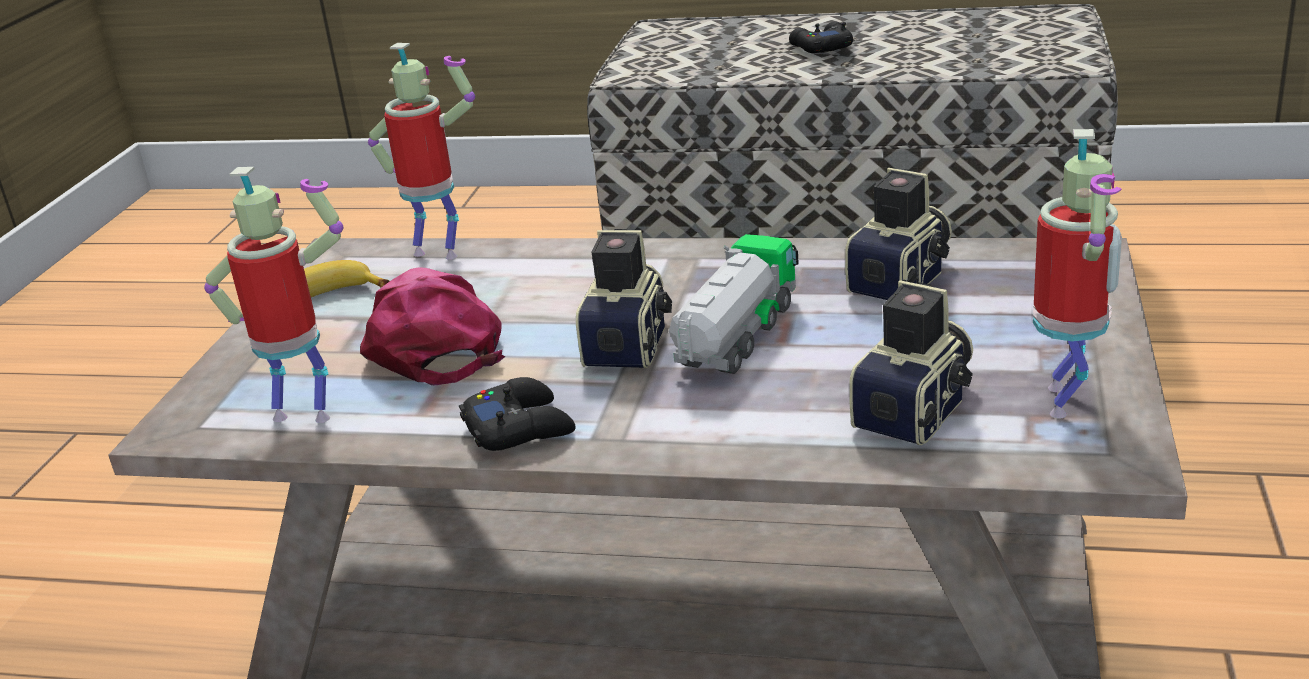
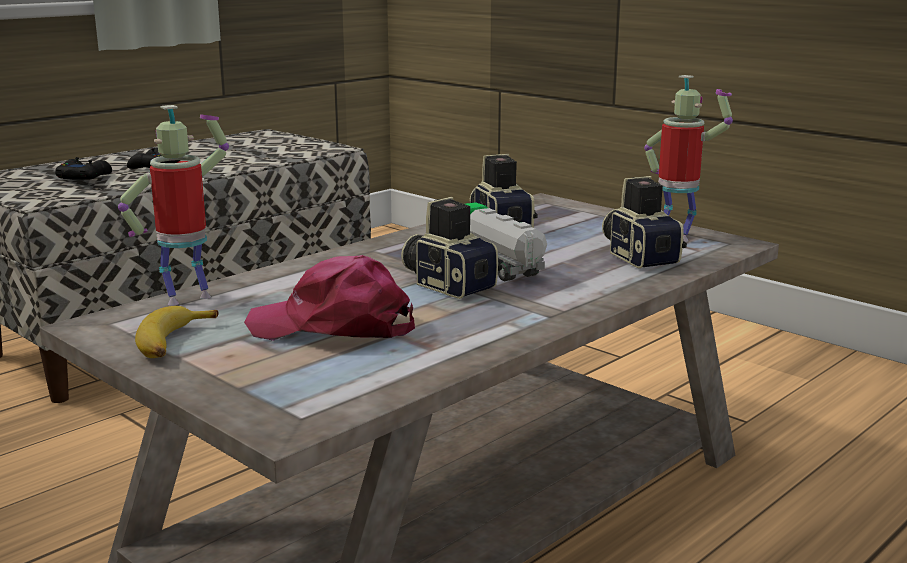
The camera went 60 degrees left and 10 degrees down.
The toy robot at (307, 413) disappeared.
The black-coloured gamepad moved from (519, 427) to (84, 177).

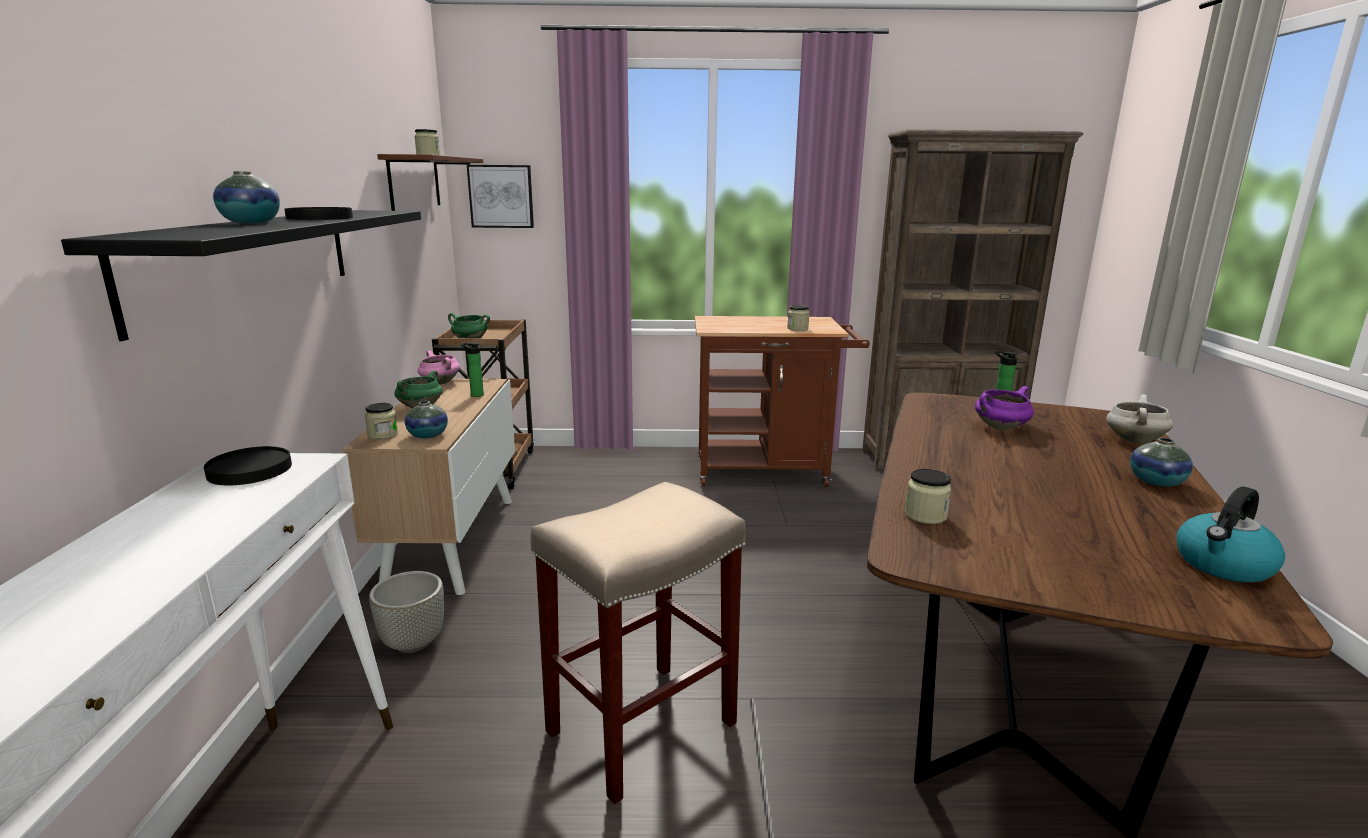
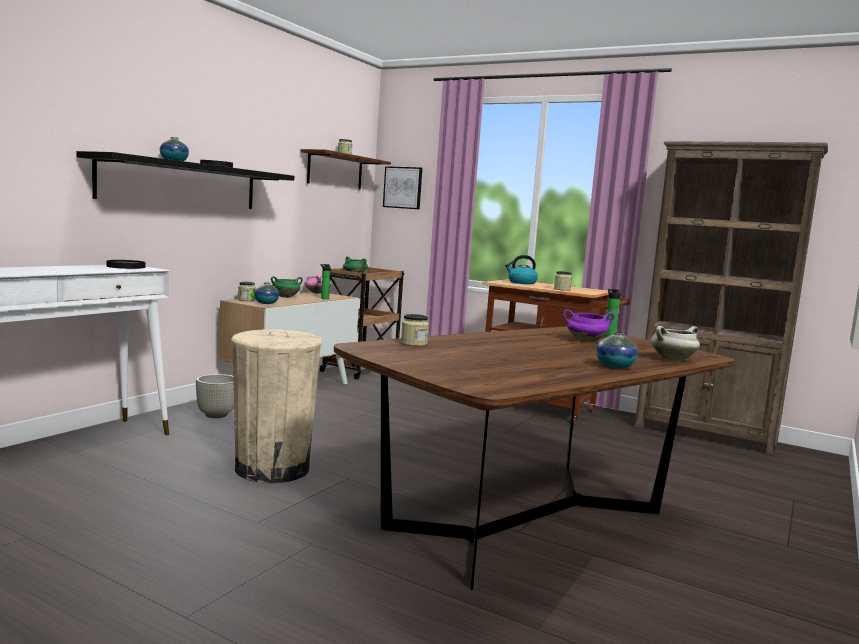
The camera went 30 degrees right and 10 degrees down.
The water kettle moved from (1223, 565) to (521, 283).
The sand-coloured sitting stool at (640, 729) was replaced by the sand-coloured waste bin at (272, 469).

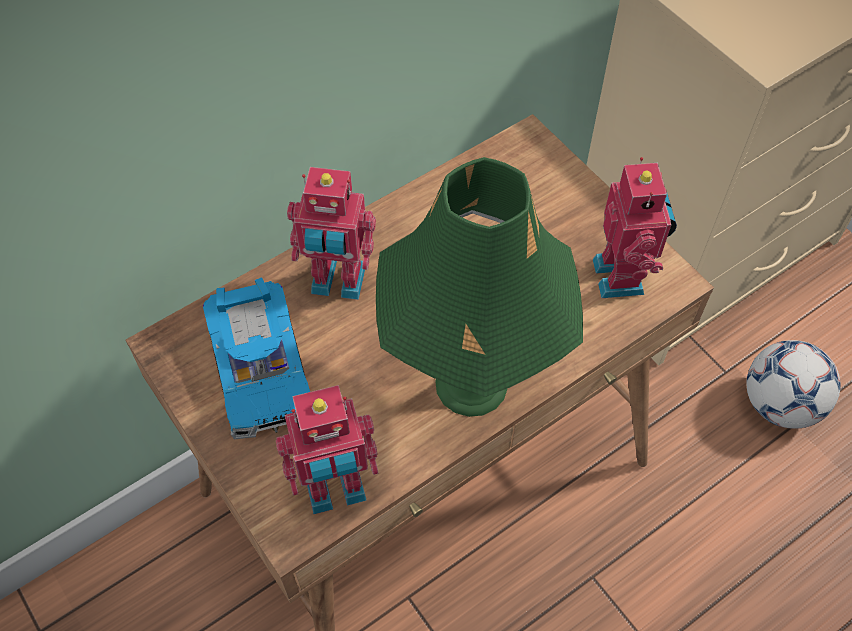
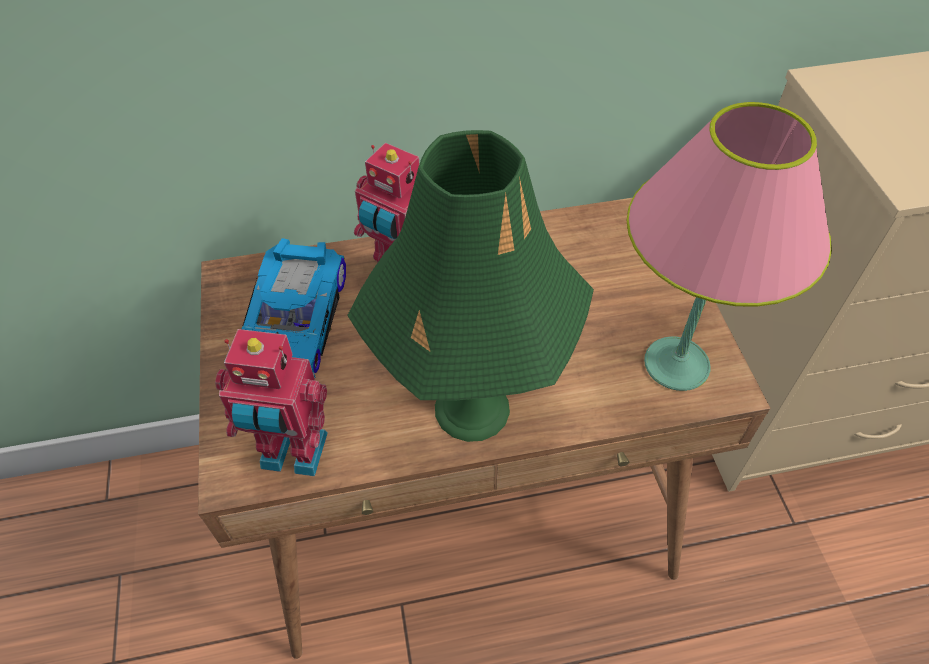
The camera went 25 degrees right and 5 degrees down.
The football ball at (779, 404) disappeared.
The toy robot at (622, 276) was replaced by the pink-coloured tabletop lamp at (676, 363).

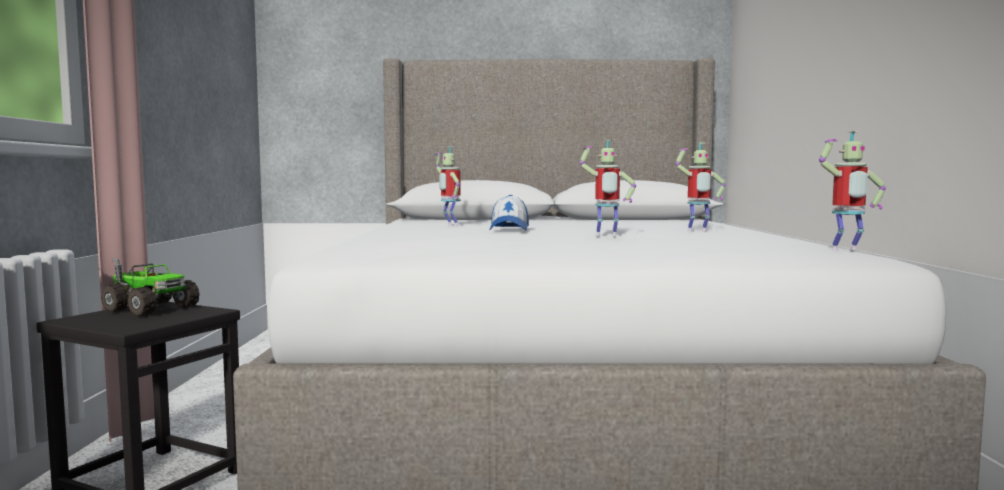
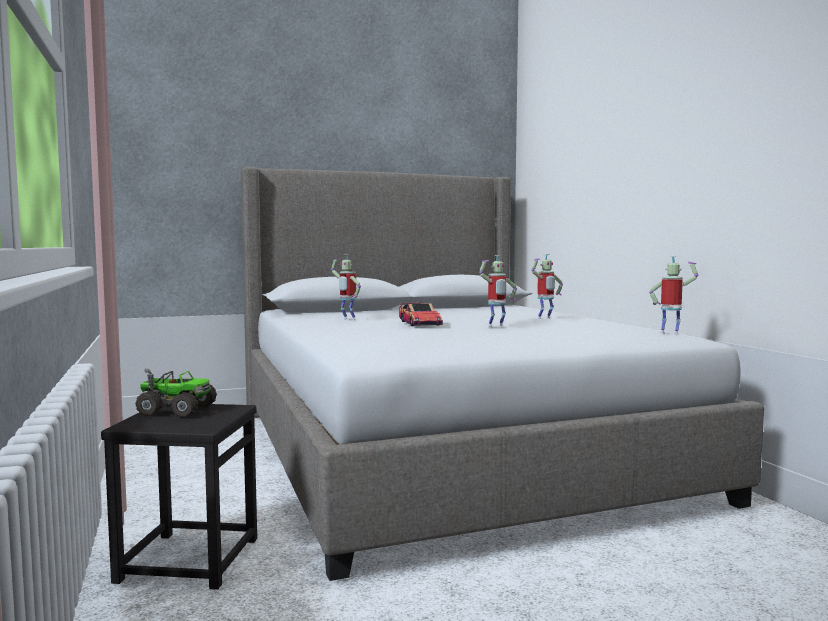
The camera went 20 degrees left and 0 degrees up.
The cap at (509, 229) was replaced by the miniature car at (420, 323).
The toy robot at (846, 250) turned 120 degrees counterclockwise.

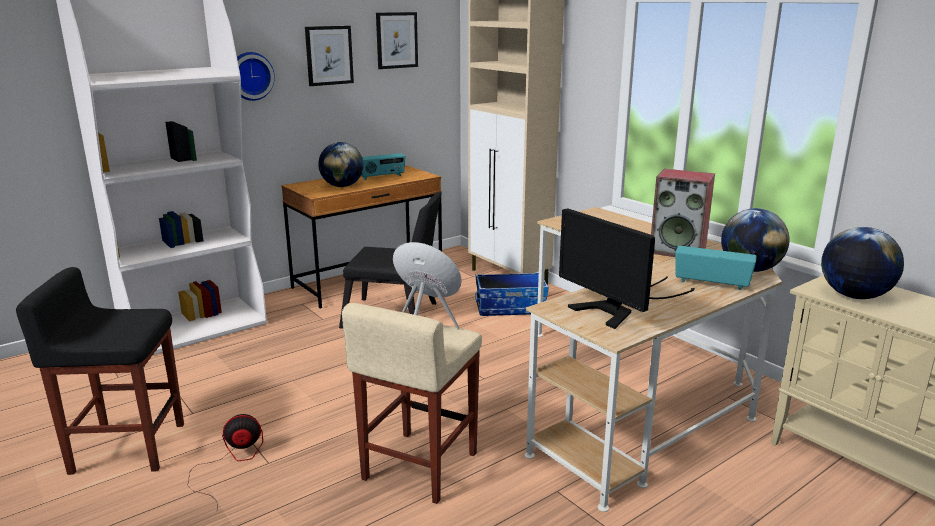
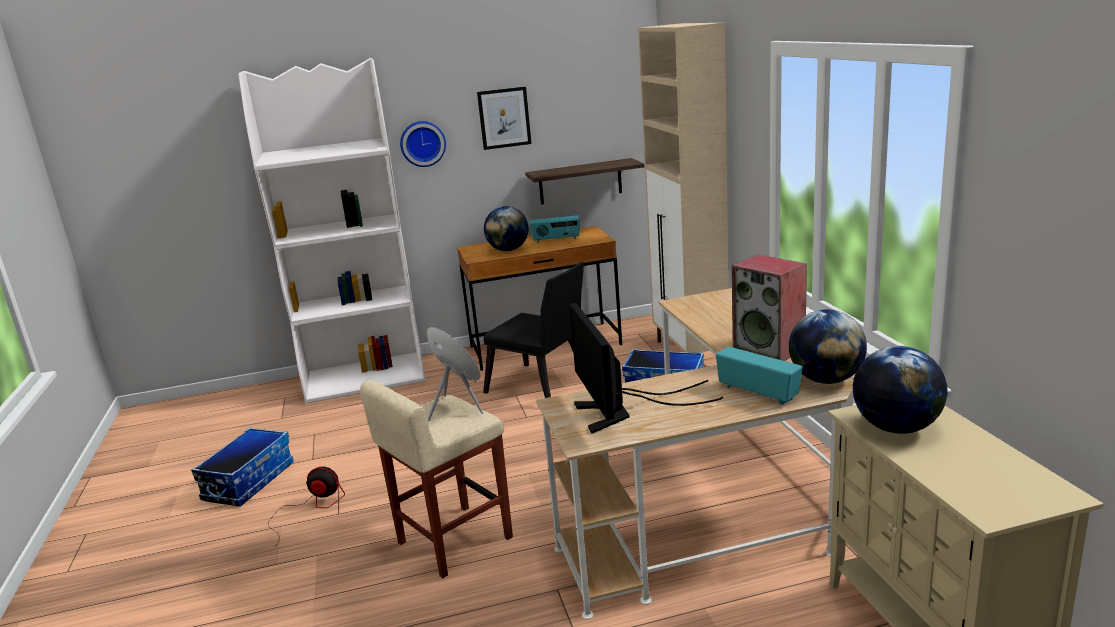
The camera went 25 degrees right and 0 degrees up.
The wall picture at (396, 40) disappeared.
The wall shelf at (580, 181) appeared.
The black-coloured sitting stool at (127, 448) was replaced by the storage bin at (248, 481).

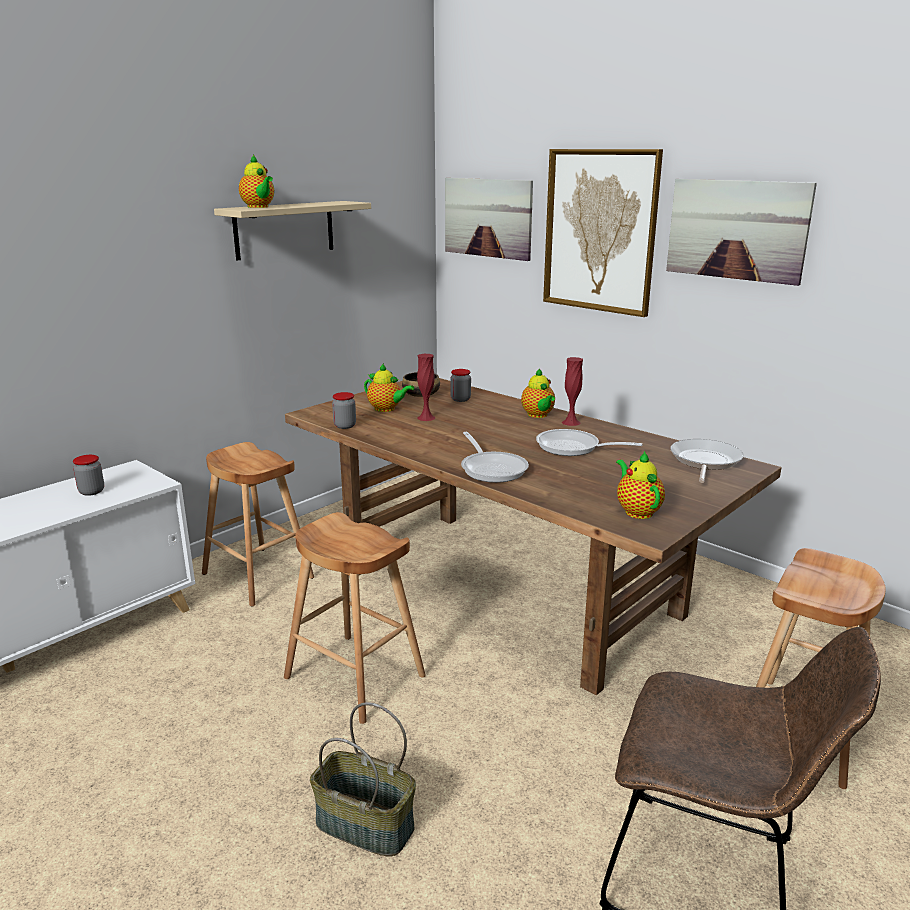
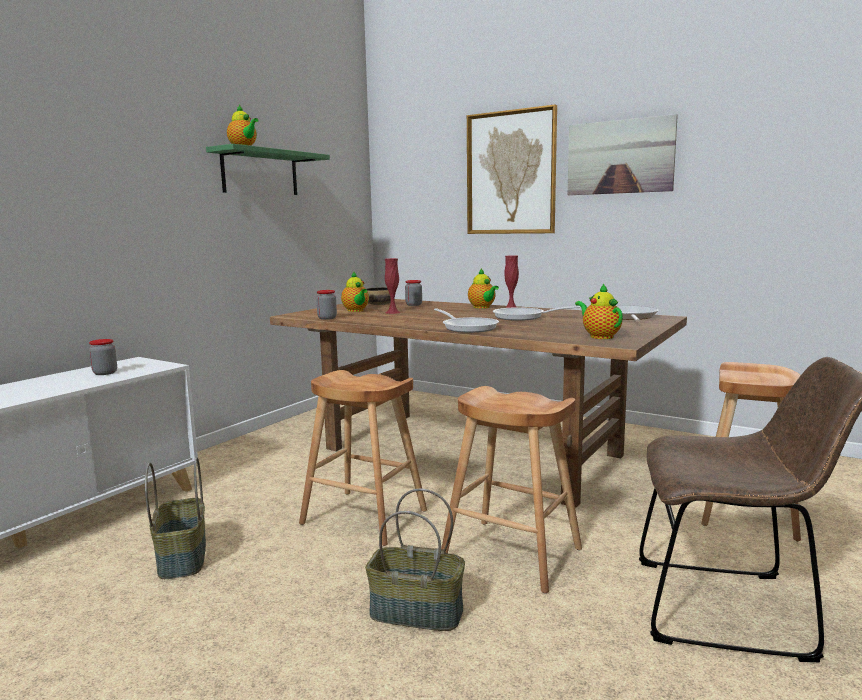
The camera went 10 degrees left and 10 degrees down.
The wall picture at (487, 218) disappeared.
The household basket at (181, 557) appeared.
The brown sitting stool moved from (258, 576) to (512, 554).
The sand-coloured wall shelf at (284, 229) became the greenish wall shelf at (260, 173).
The pot for tea at (386, 409) turned 45 degrees clockwise.

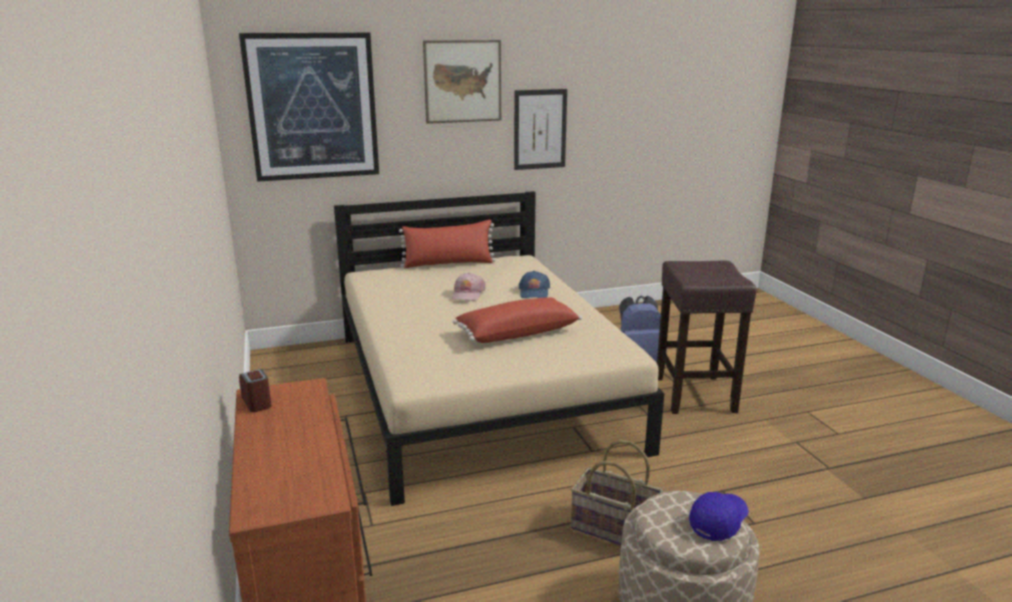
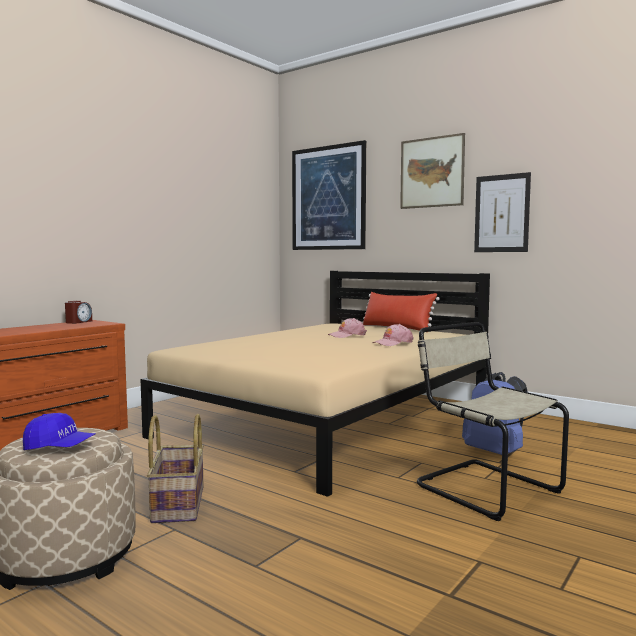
The camera went 55 degrees right and 15 degrees down.
The reddish cushion at (516, 333) disappeared.
The brown sitting stool at (693, 393) was replaced by the sand-coloured chair at (483, 487).
The blue-coloured cap at (534, 292) became the pink-coloured cap at (393, 343).

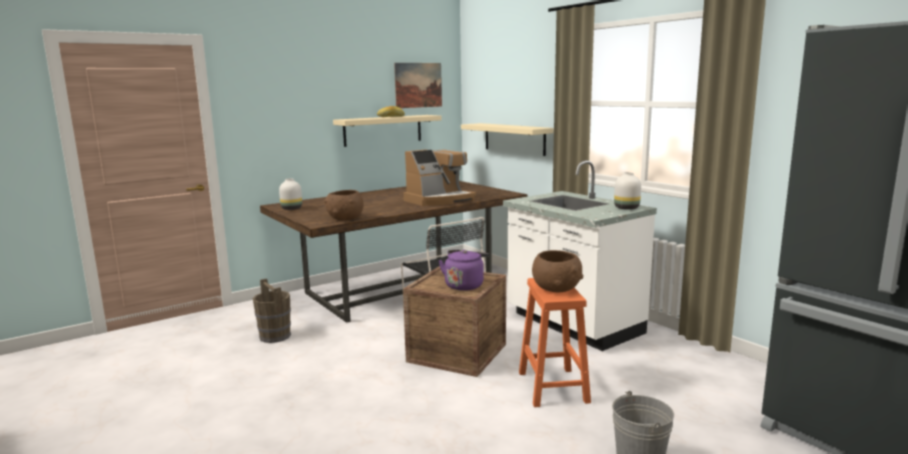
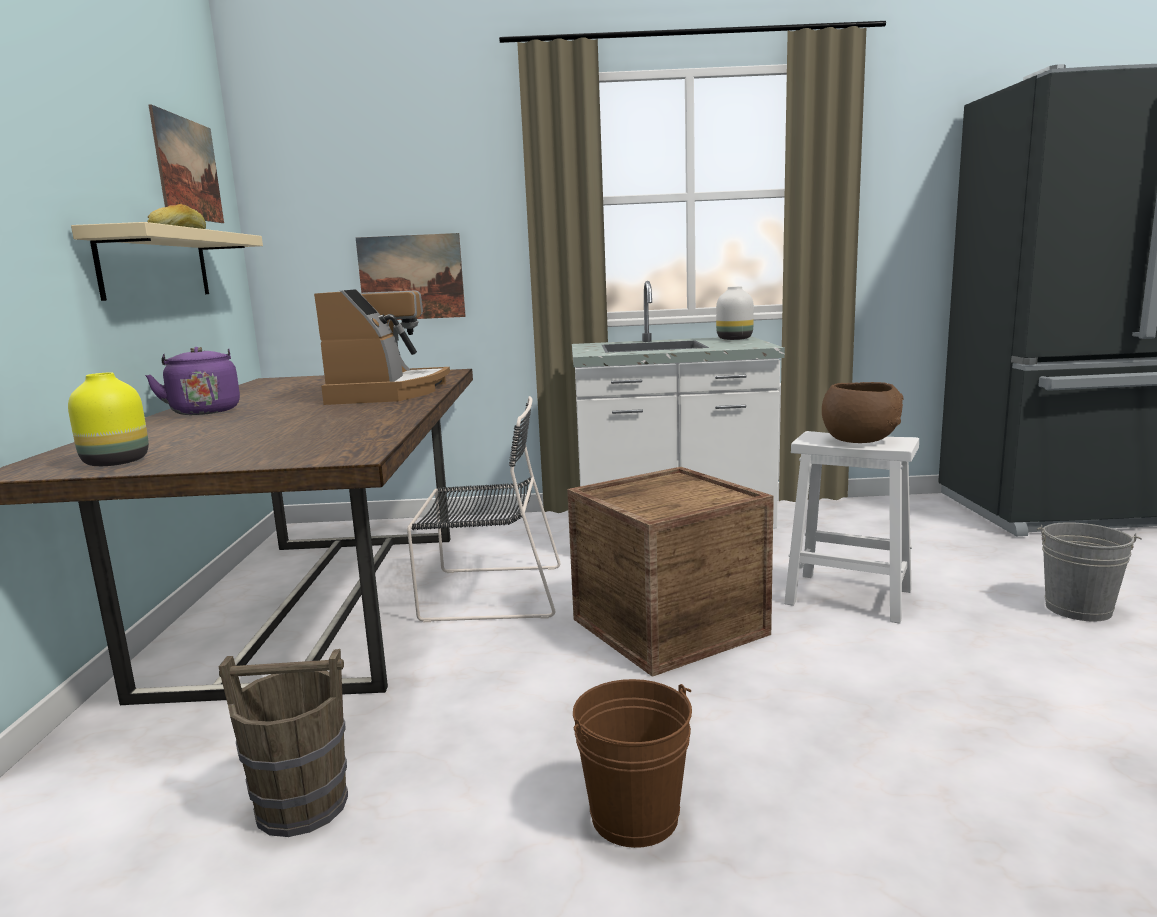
The camera went 55 degrees left and 0 degrees up.
The brown serving bowl at (345, 219) disappeared.
The brown pail at (634, 816) appeared.
The purple water kettle moved from (465, 285) to (204, 411).
The sand-coloured wall shelf at (514, 138) was replaced by the wall picture at (411, 277).
The white flower vase at (292, 208) became the yellow flower vase at (118, 462).
The orange-coloured sitting stool at (553, 387) became the white sitting stool at (851, 597).

